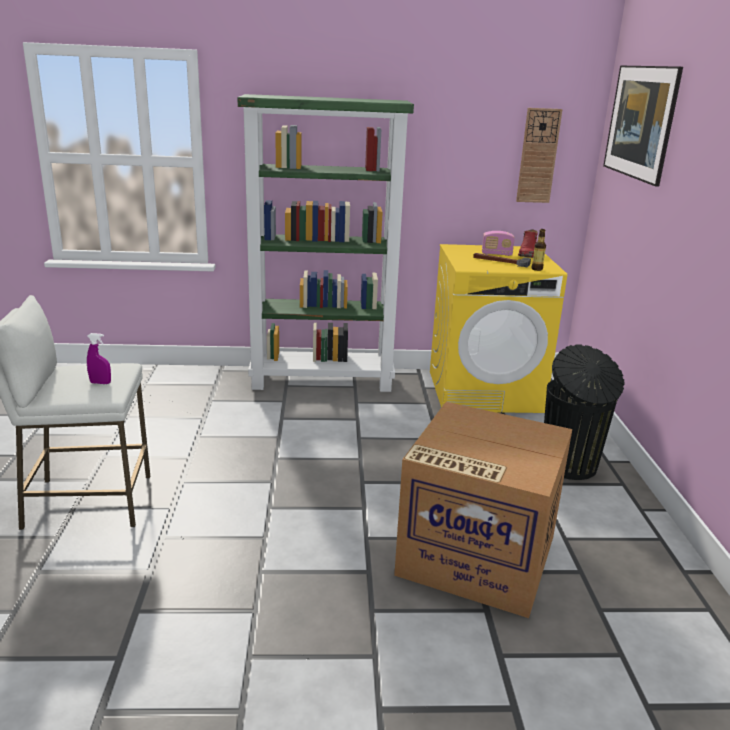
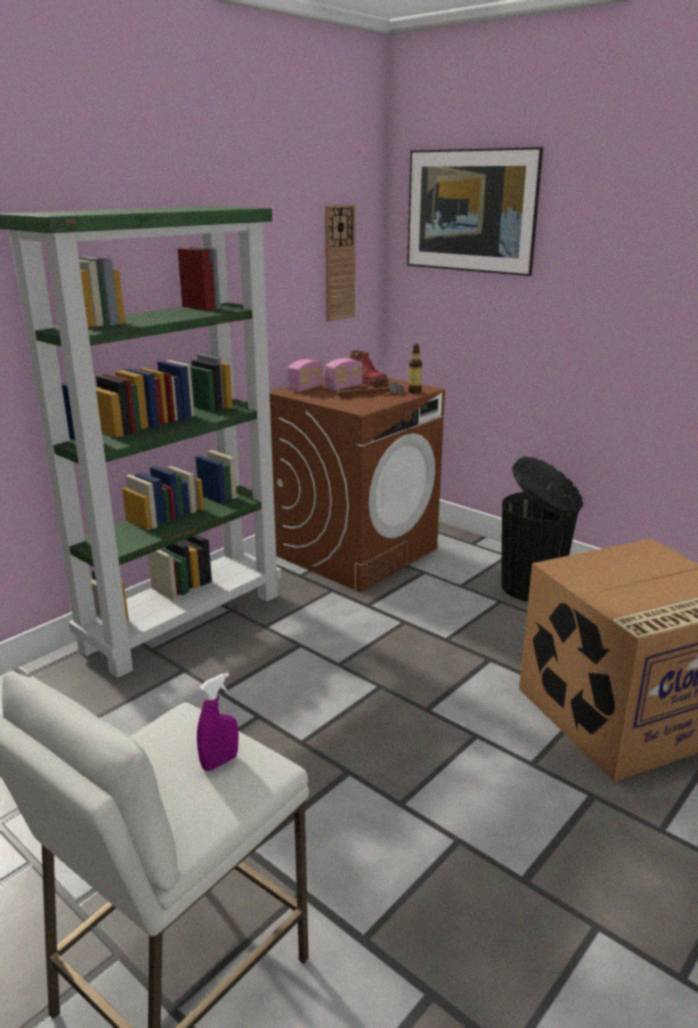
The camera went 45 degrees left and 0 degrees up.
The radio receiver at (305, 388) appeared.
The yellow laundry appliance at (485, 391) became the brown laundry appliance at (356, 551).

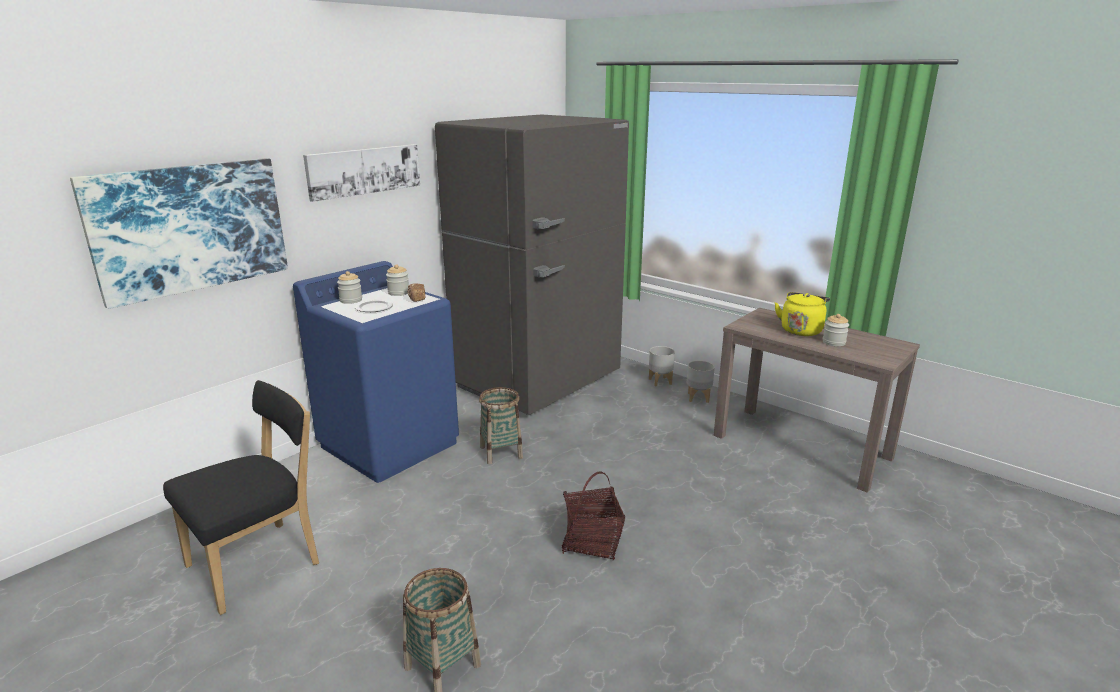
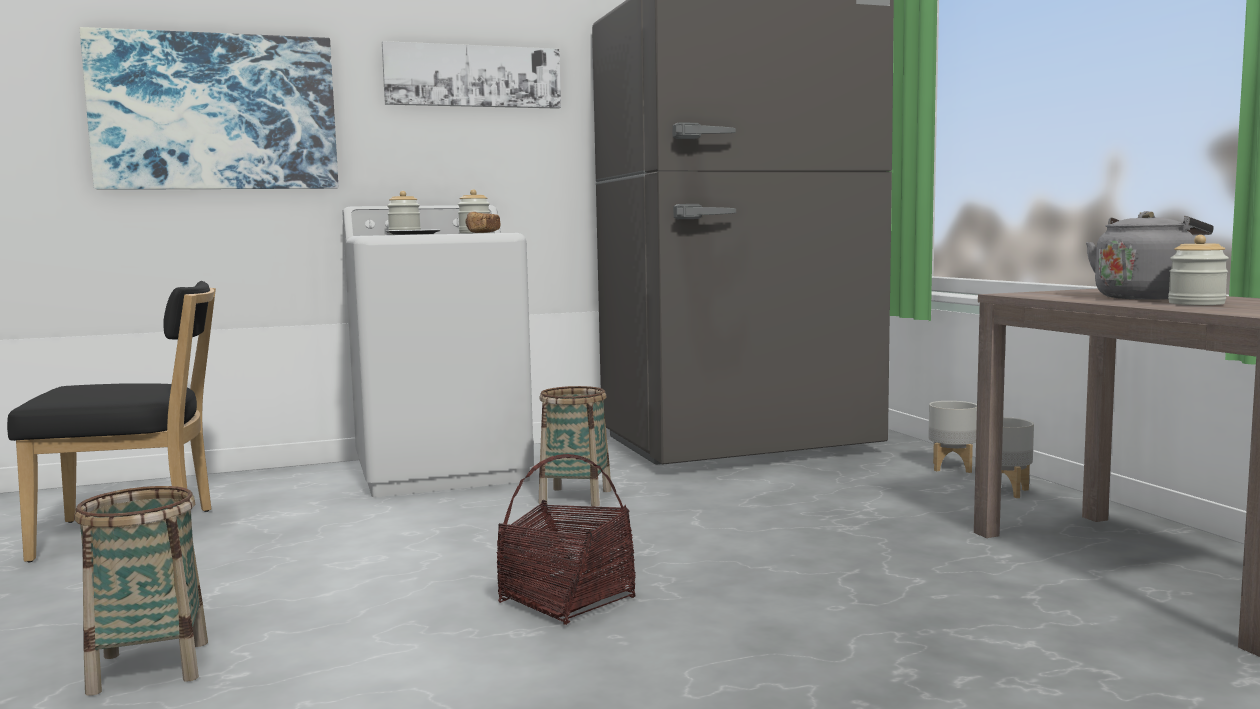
The camera went 30 degrees right and 15 degrees down.
The blue-coloured laundry appliance at (390, 444) became the white laundry appliance at (443, 470).
The yellow water kettle at (801, 330) became the gray water kettle at (1145, 297).

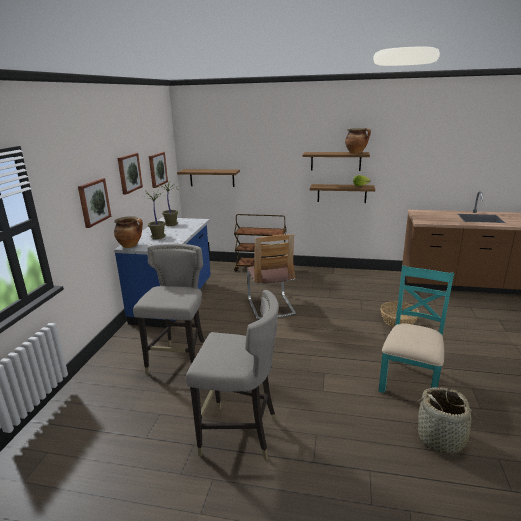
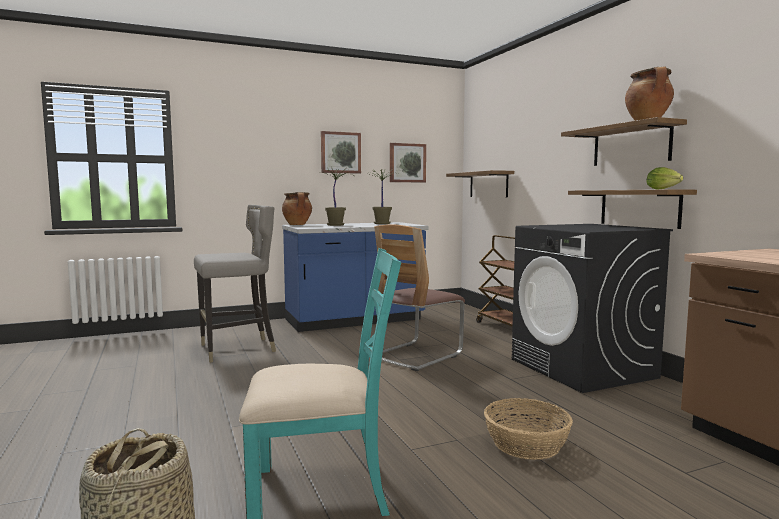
The camera went 55 degrees right and 15 degrees down.
The wall picture at (93, 202) disappeared.
The gray sitting stool at (240, 434) disappeared.
The black-coloured laundry appliance at (583, 368) appeared.

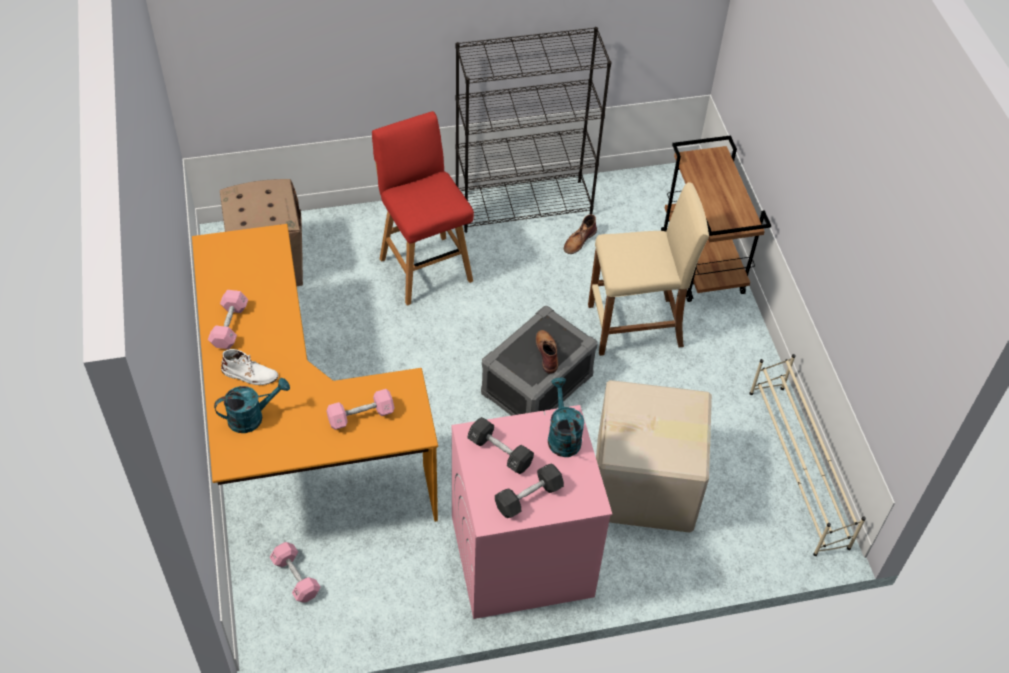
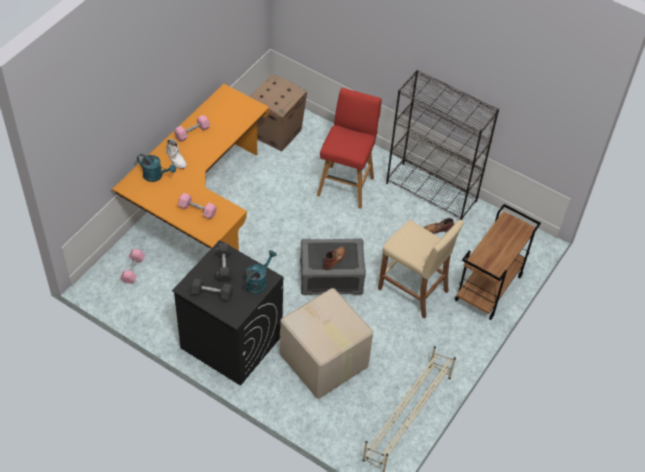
The camera went 45 degrees right and 0 degrees up.
The pink-coloured laundry appliance at (520, 556) became the black-coloured laundry appliance at (230, 341).

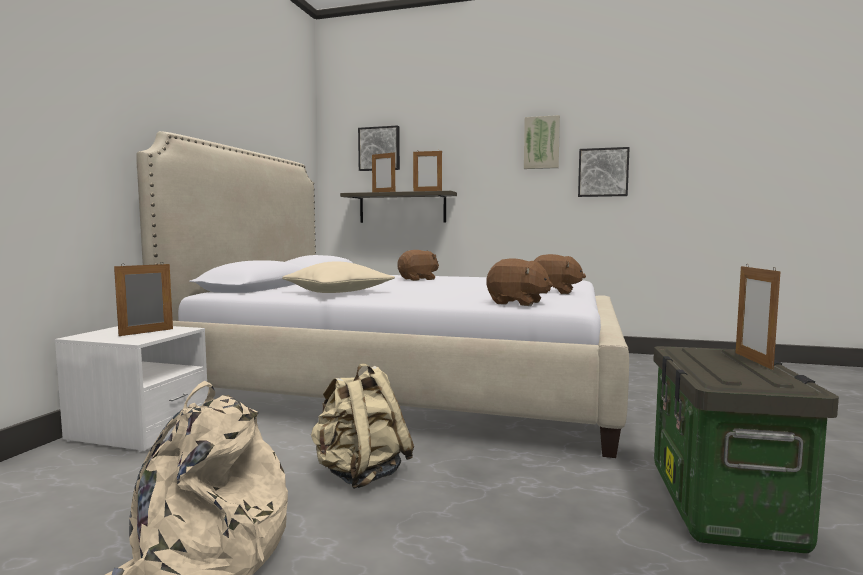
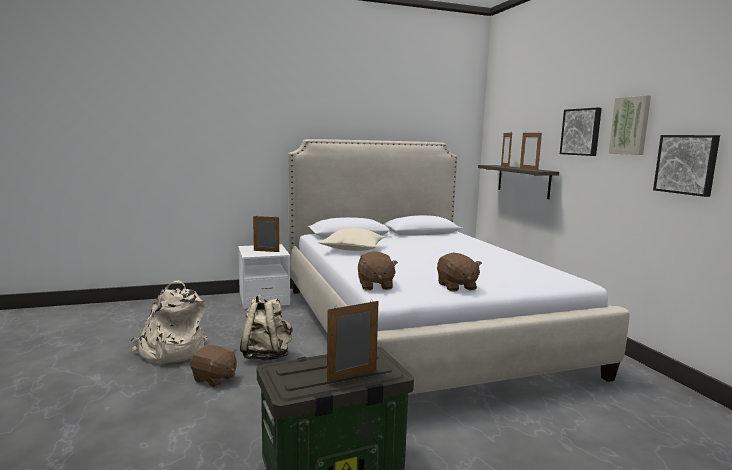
The camera went 55 degrees right and 5 degrees up.
The wall picture moved from (379, 149) to (581, 132).
The brown cuddly toy moved from (418, 279) to (214, 379).

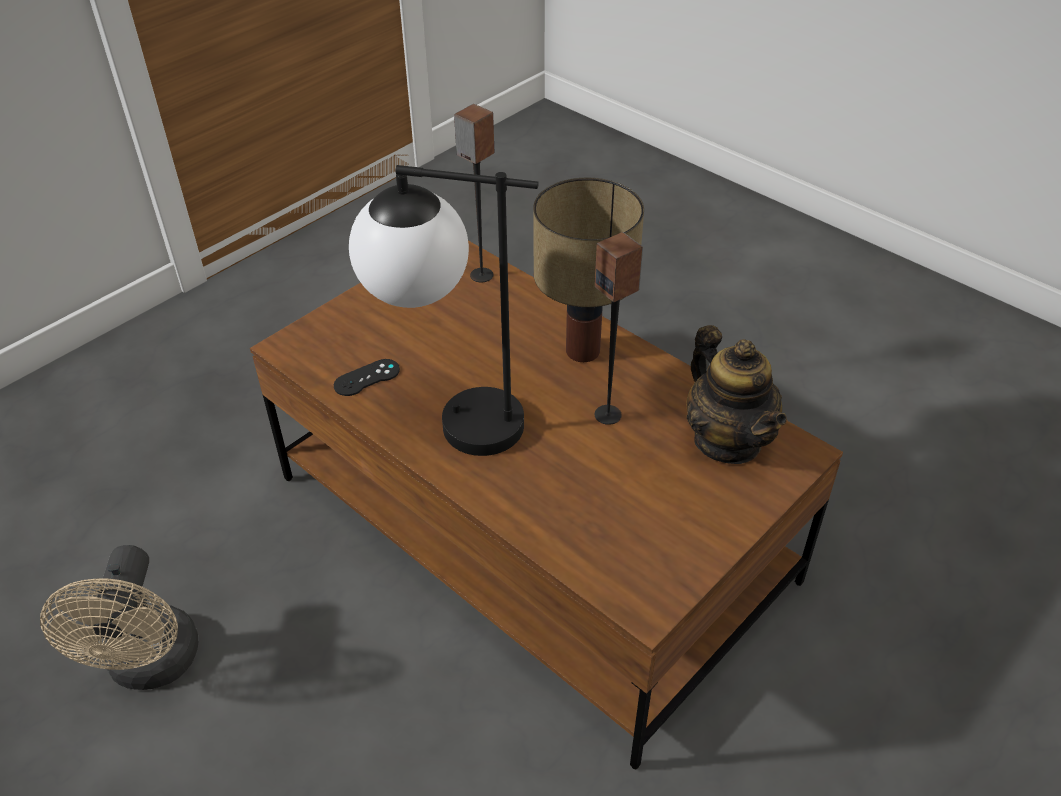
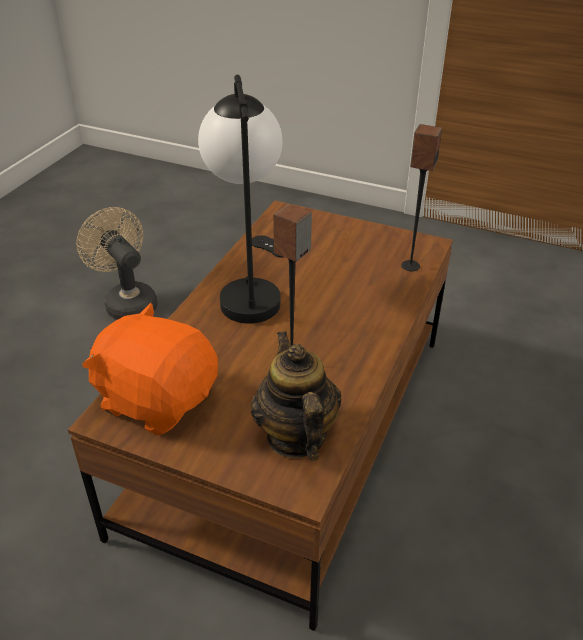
The camera went 70 degrees right and 5 degrees down.
The tabletop lamp at (584, 352) disappeared.
The orange-coloured cuddly toy at (157, 399) appeared.
The sand-coloured fan at (151, 667) turned 75 degrees clockwise.
The pot for tea at (727, 441) turned 120 degrees clockwise.

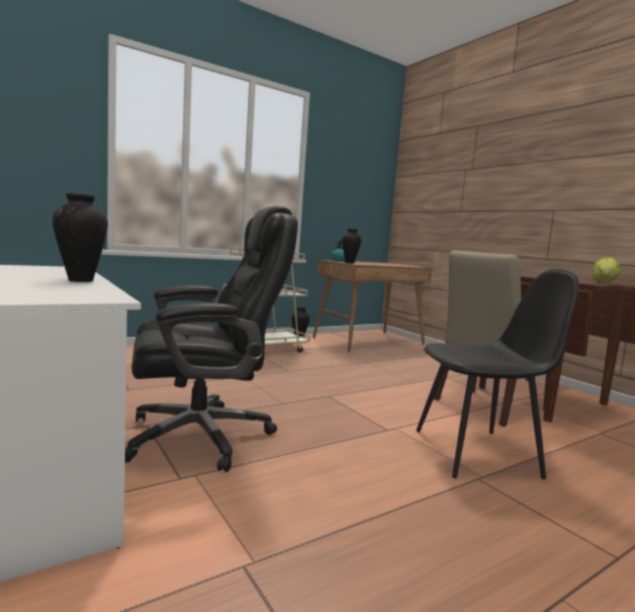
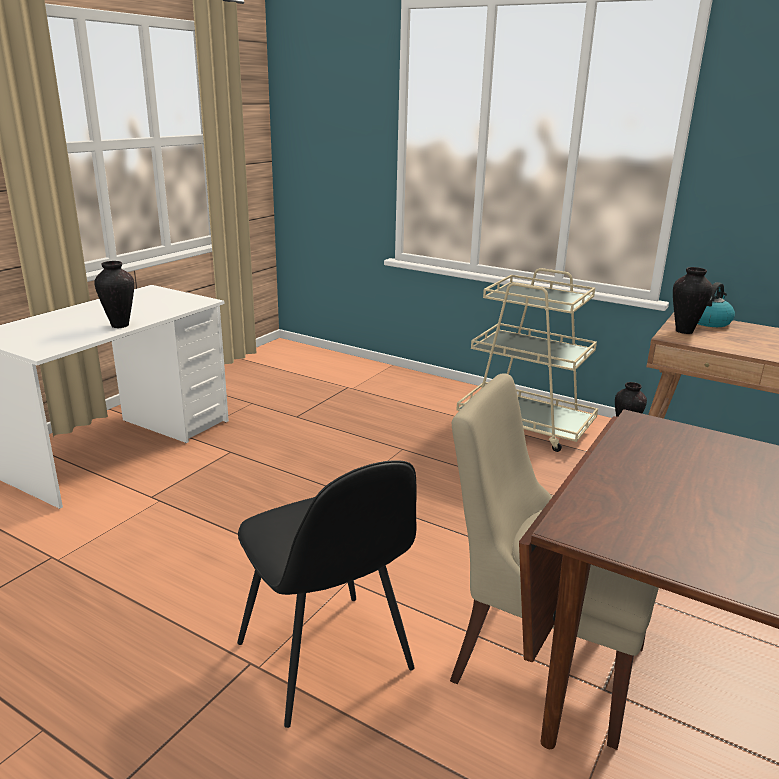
The camera went 65 degrees right and 15 degrees up.
The black-coloured office chair at (203, 435) disappeared.
The lettuce at (604, 283) disappeared.

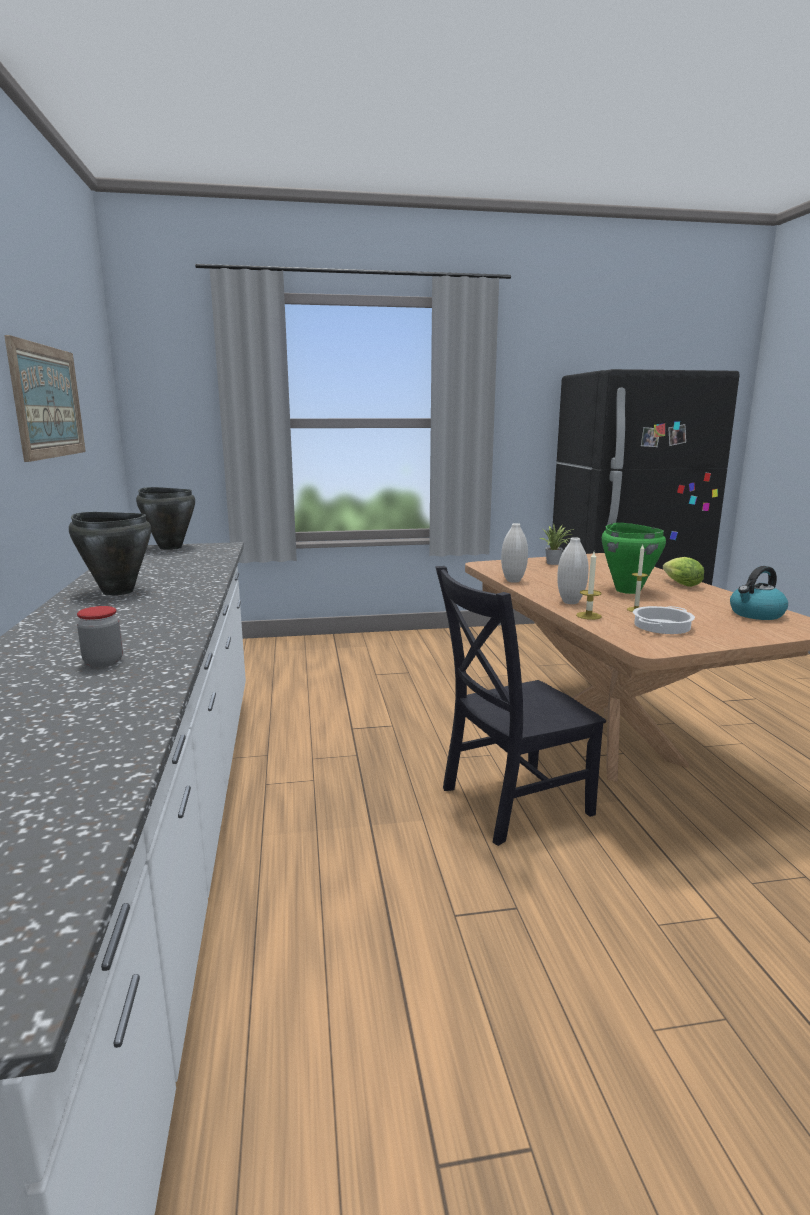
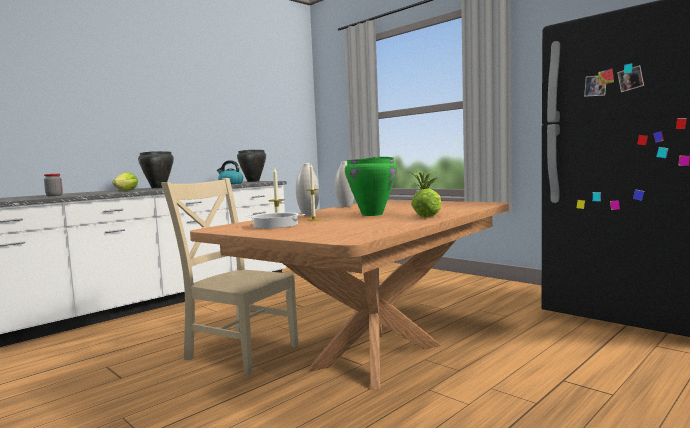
The camera went 55 degrees right and 10 degrees down.
The wall picture at (48, 402) disappeared.
The lettuce at (125, 190) appeared.
The water kettle moved from (756, 614) to (230, 184).
The black-coloured chair at (510, 802) became the sand-coloured chair at (239, 351).

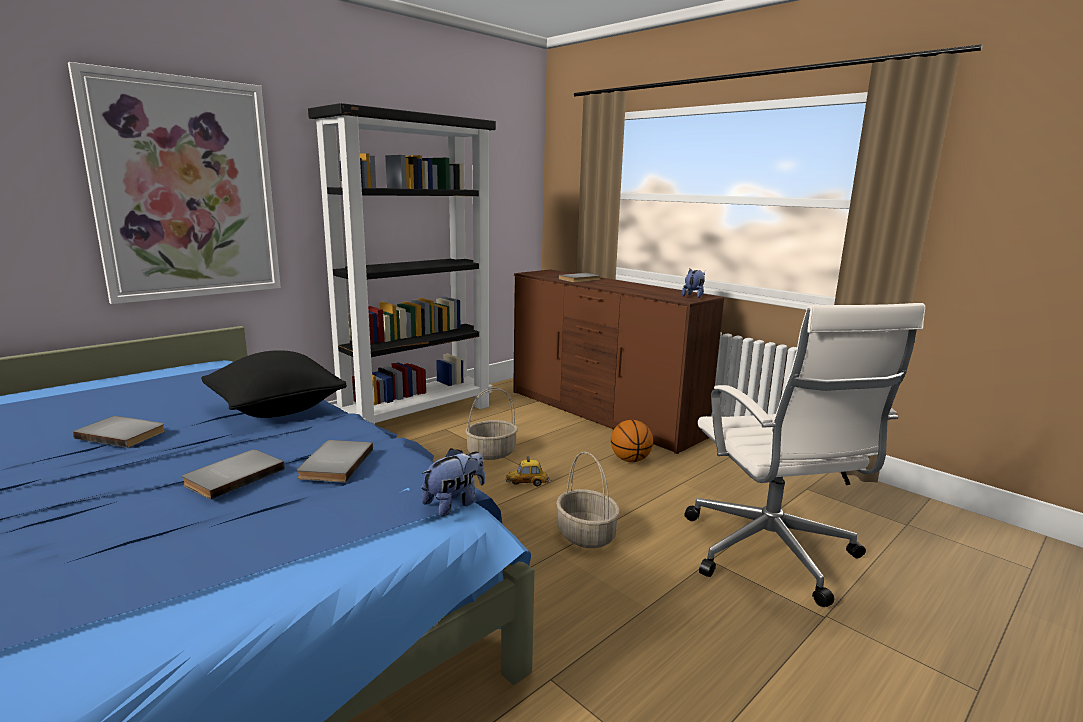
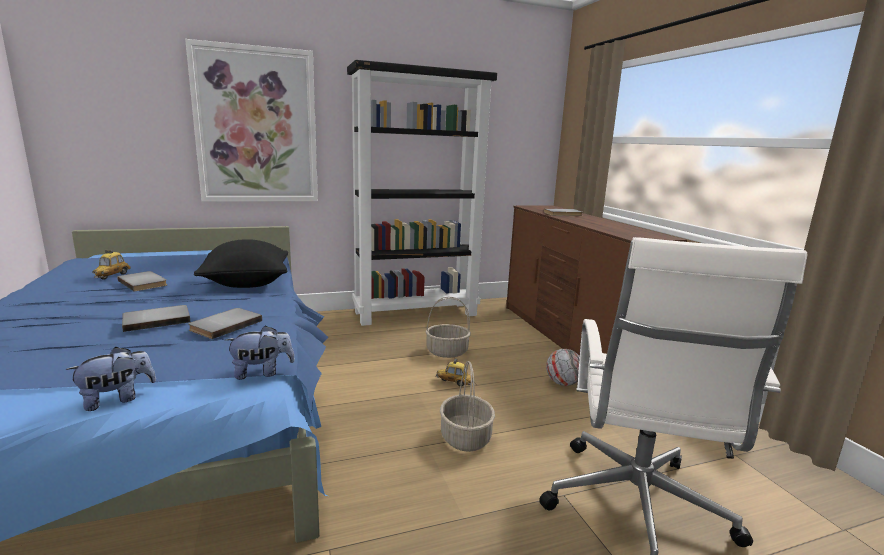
The camera went 25 degrees right and 0 degrees up.
The miniature car at (112, 276) appeared.
The cuddly toy moved from (693, 296) to (117, 399).
The ball for basketball at (630, 460) was replaced by the football ball at (562, 383).

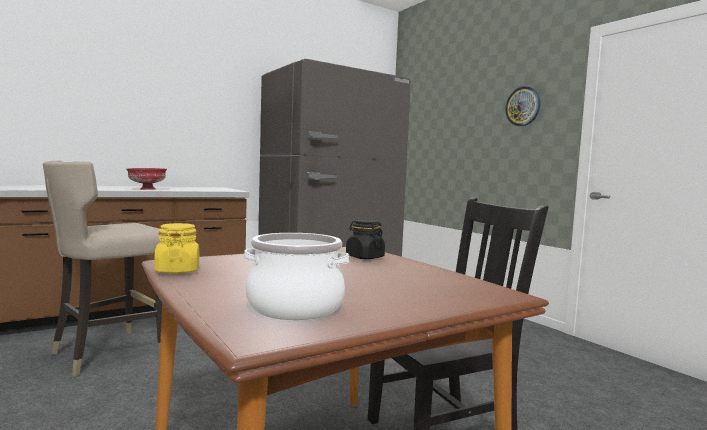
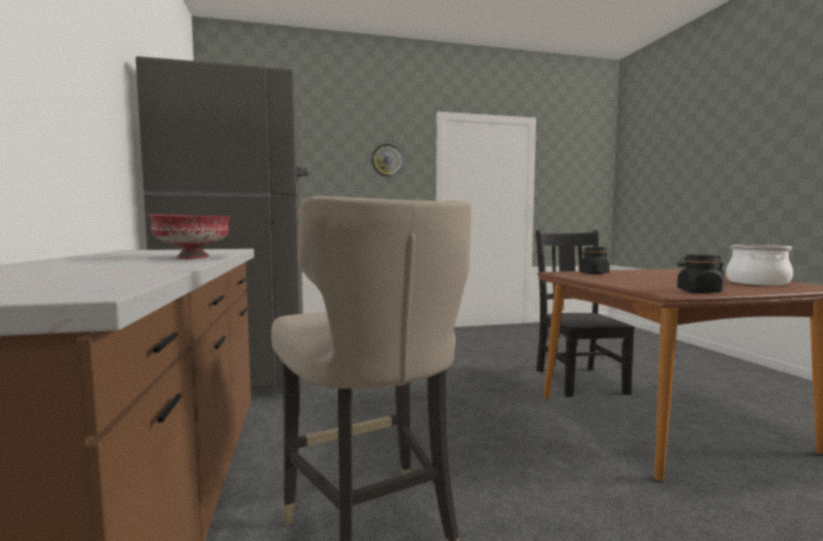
The camera went 70 degrees left and 0 degrees up.
The yellow jar at (177, 270) became the black-coloured jar at (698, 292).

